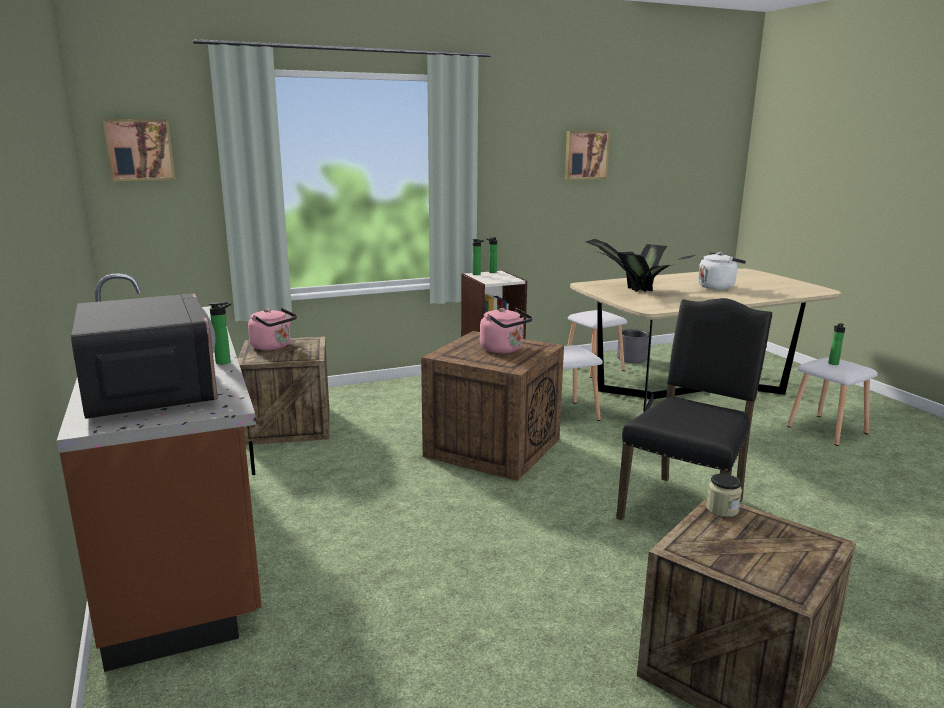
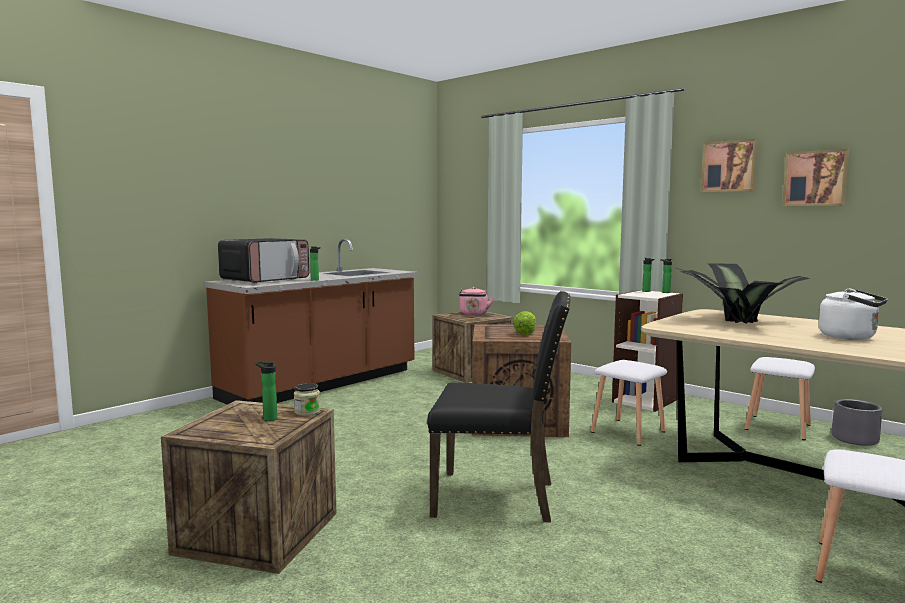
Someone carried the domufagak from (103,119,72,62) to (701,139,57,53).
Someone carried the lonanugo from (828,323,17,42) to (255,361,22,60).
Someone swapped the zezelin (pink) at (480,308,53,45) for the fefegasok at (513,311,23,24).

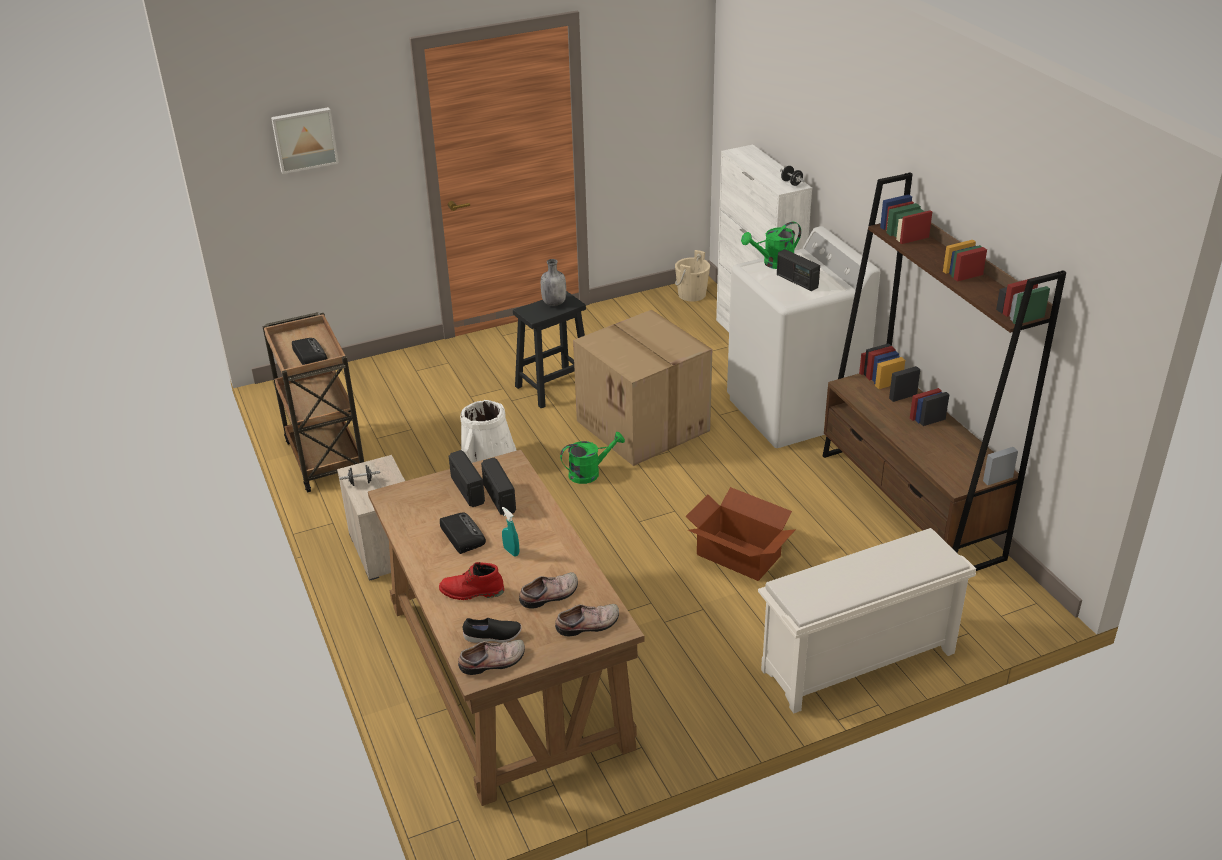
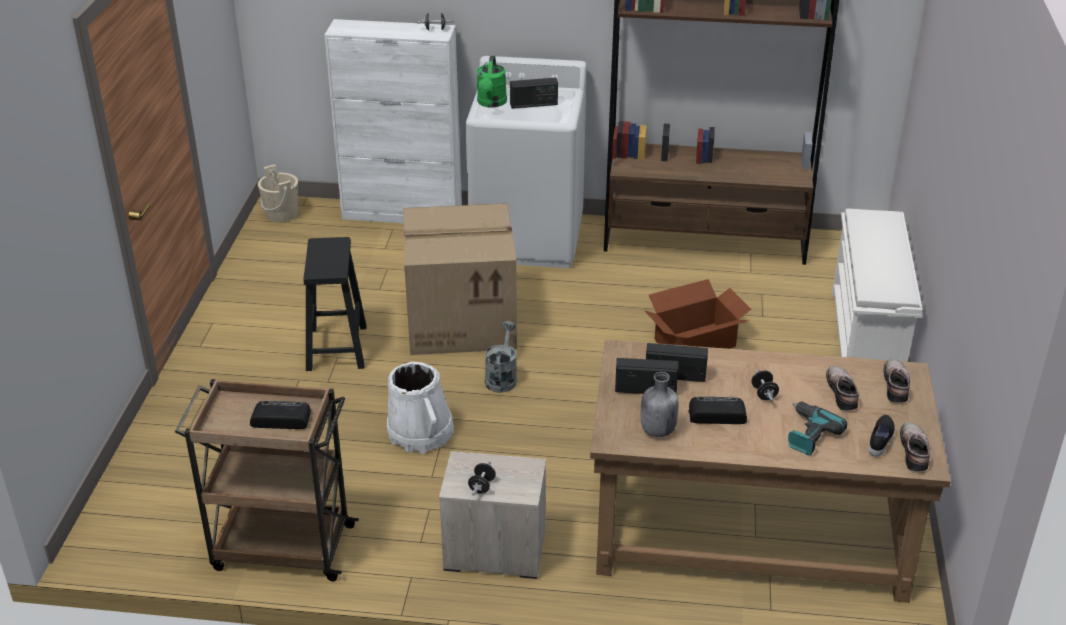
Someone took away the domufagak at (271,107,68,67).
Someone carried the lonanugo (grey) from (541,259,25,47) to (641,372,37,65).
Someone swapped the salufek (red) at (439,562,65,38) for the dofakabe at (788,402,59,53).
Someone swapped the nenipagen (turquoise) at (502,507,17,50) for the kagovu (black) at (751,370,28,32).
Someone repainted the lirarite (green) at (560,432,65,52), which became the lirarite (grey) at (485,321,32,72).

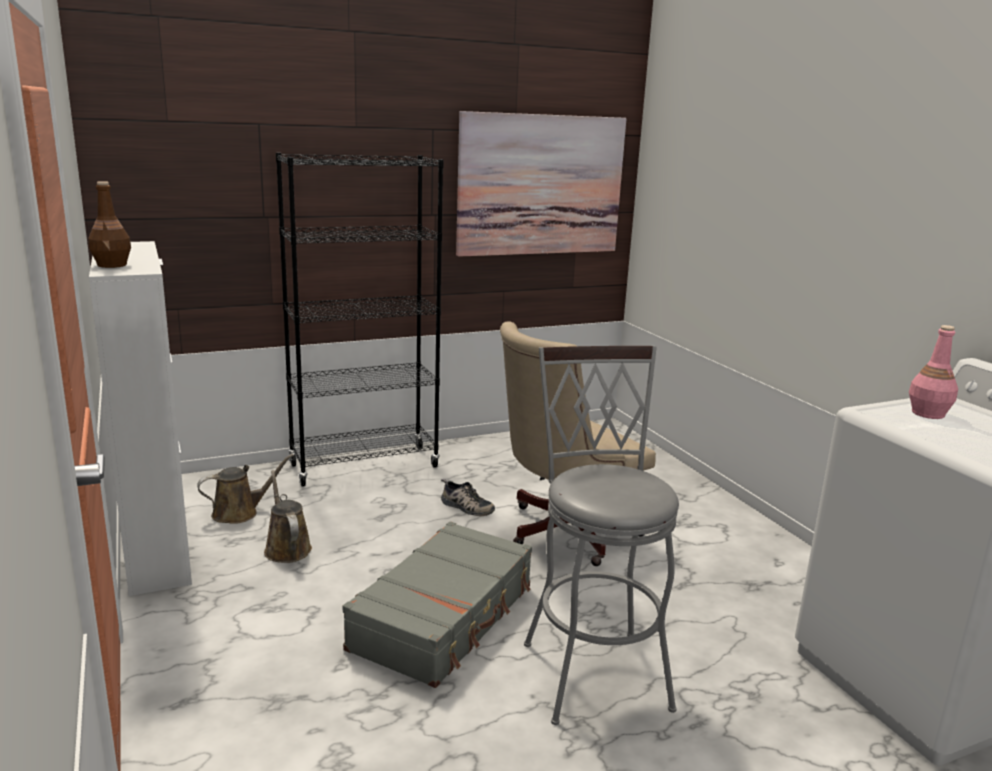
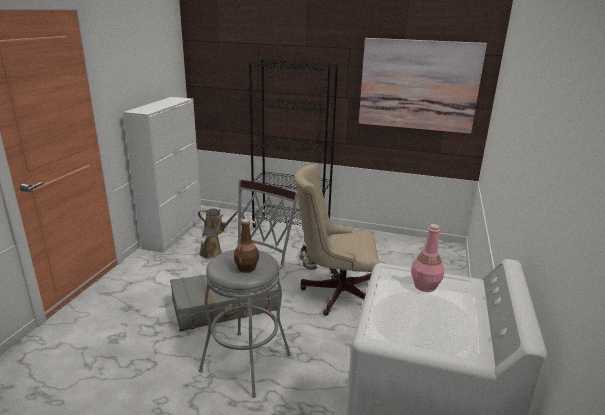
Someone carried the lonanugo (brown) from (88,181,43,87) to (234,219,25,54).

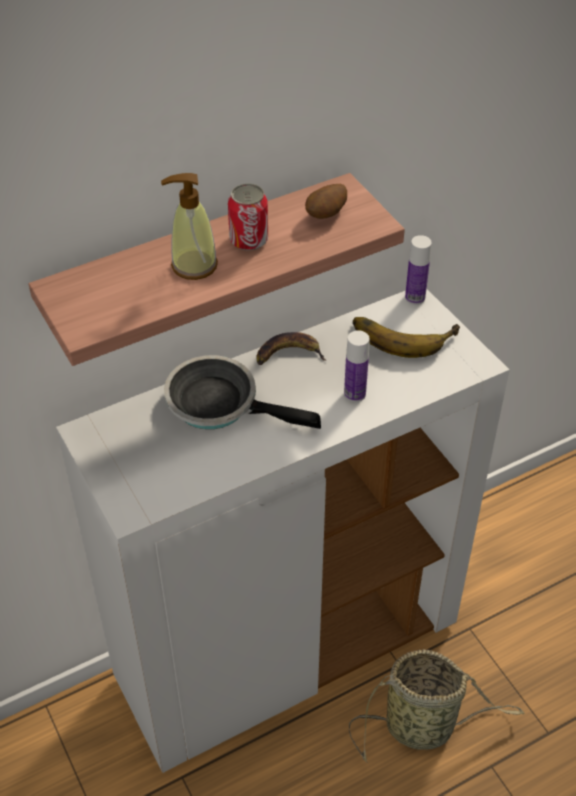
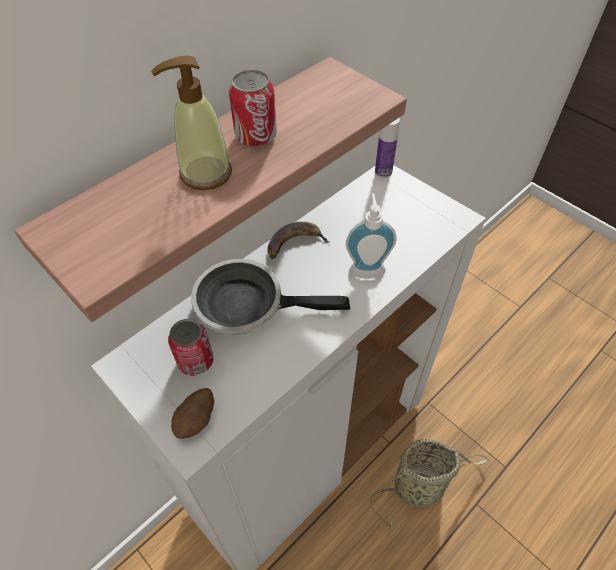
Someone took away the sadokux at (353,317,107,41).
Someone put down the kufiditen at (168,319,45,57).
Someone carried the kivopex from (305,184,42,35) to (171,388,43,51).
Someone swapped the lonanugo at (344,330,26,72) for the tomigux at (346,194,50,85).

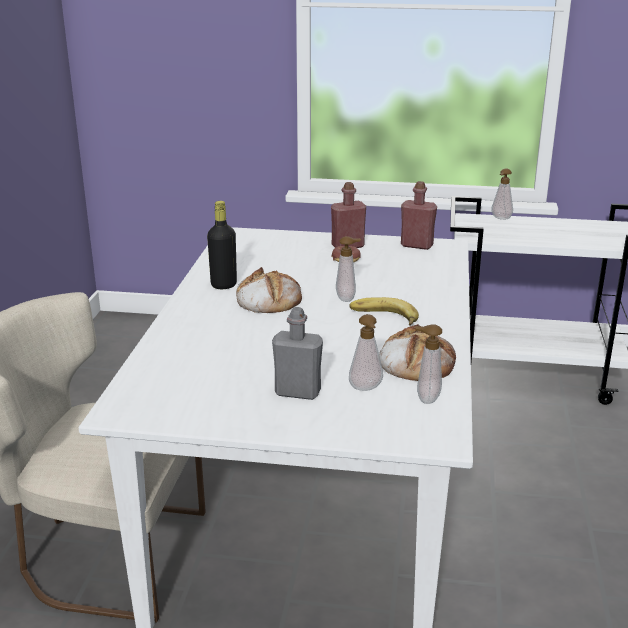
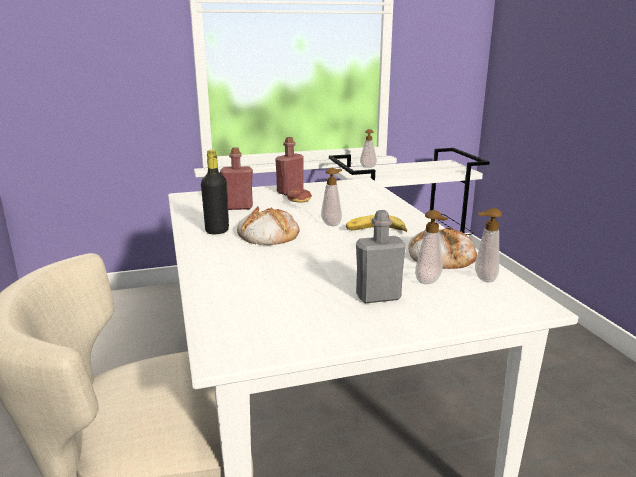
Someone carried the lonanugo (red) from (401,181,36,69) to (220,147,33,63).

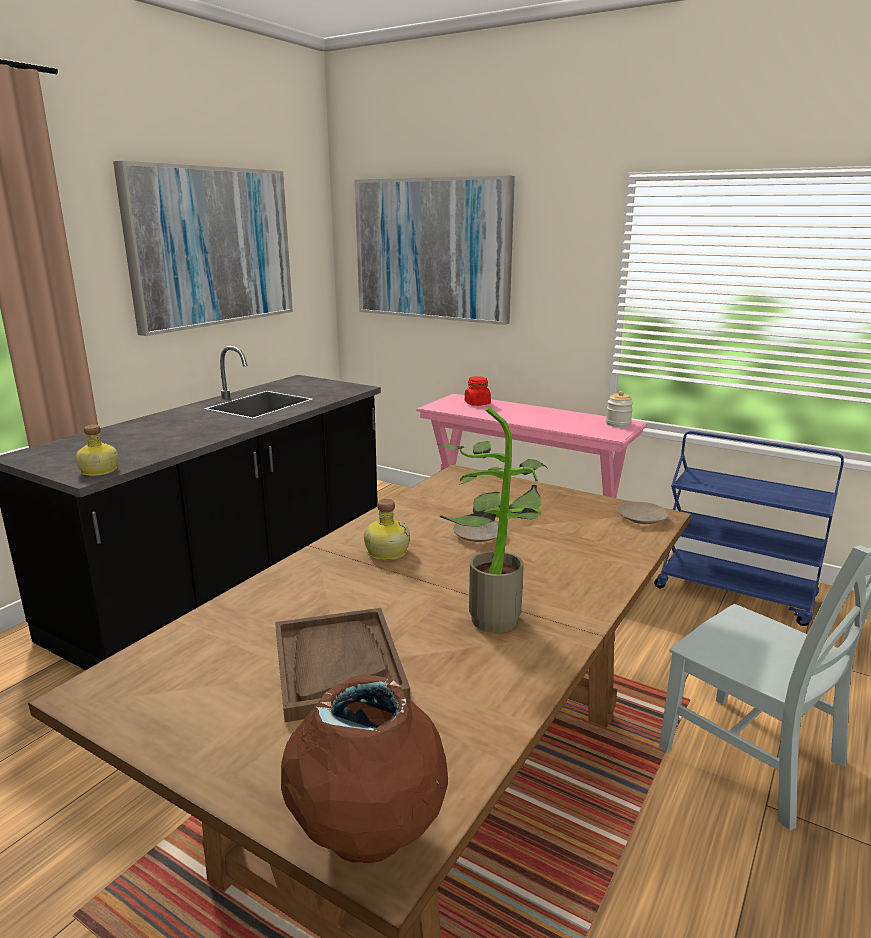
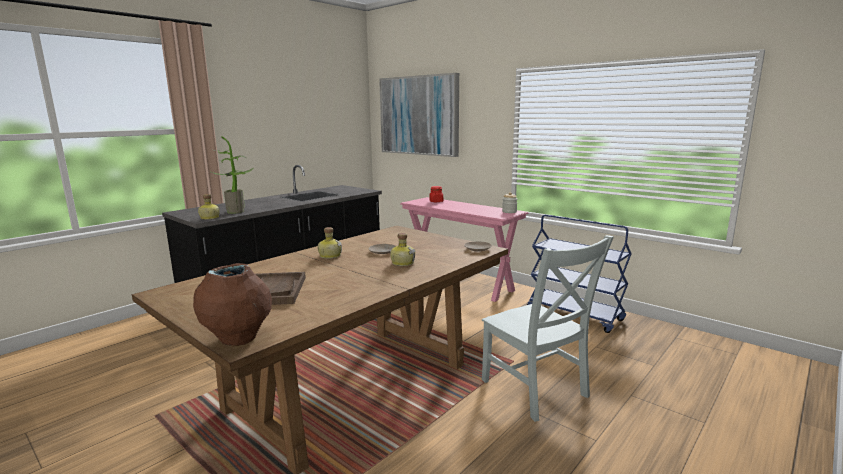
Someone took away the domufagak at (113,161,180,175).
Someone put down the lonanugo at (390,233,26,33).
Someone carried the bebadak from (437,407,111,226) to (211,136,42,78).

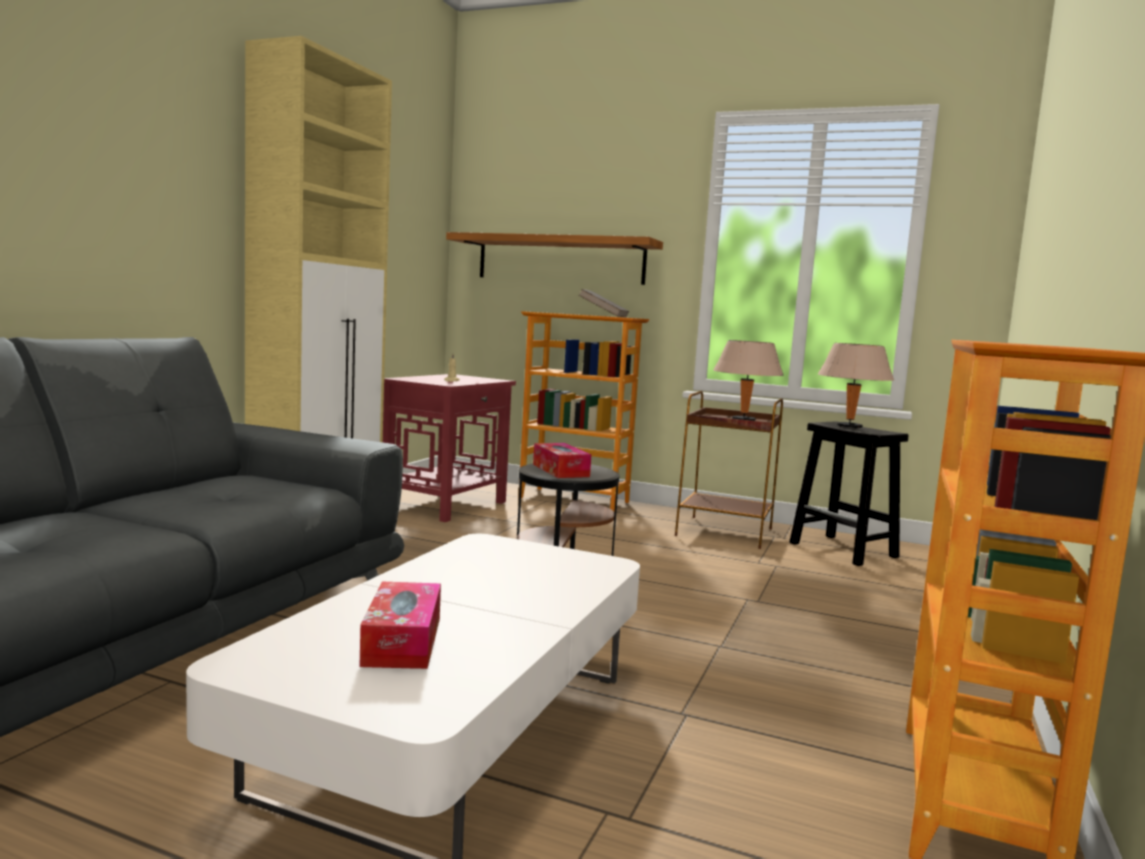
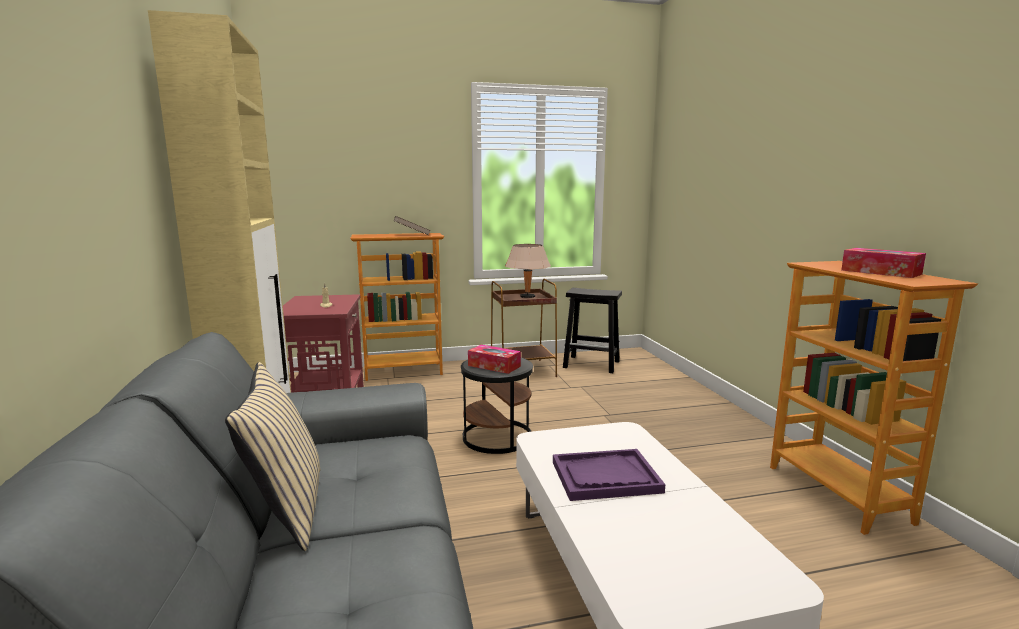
Someone took away the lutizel at (446,232,217,53).
Someone took away the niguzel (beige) at (818,343,76,86).
Someone put down the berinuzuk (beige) at (225,362,96,189).
Someone put down the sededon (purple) at (553,449,112,52).
Someone carried the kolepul from (359,582,82,87) to (841,248,85,30).

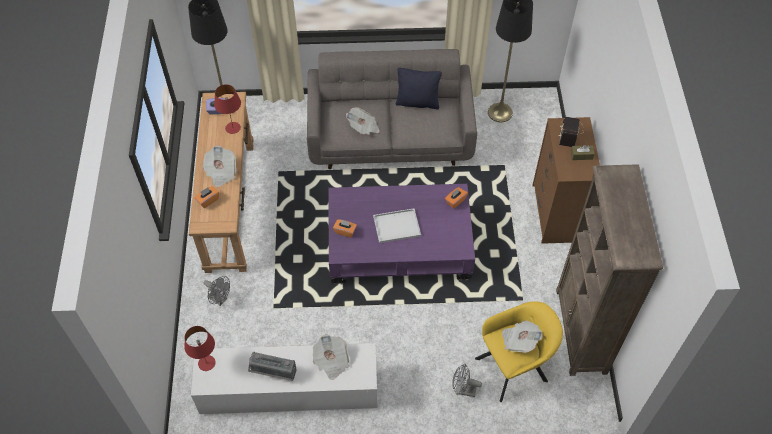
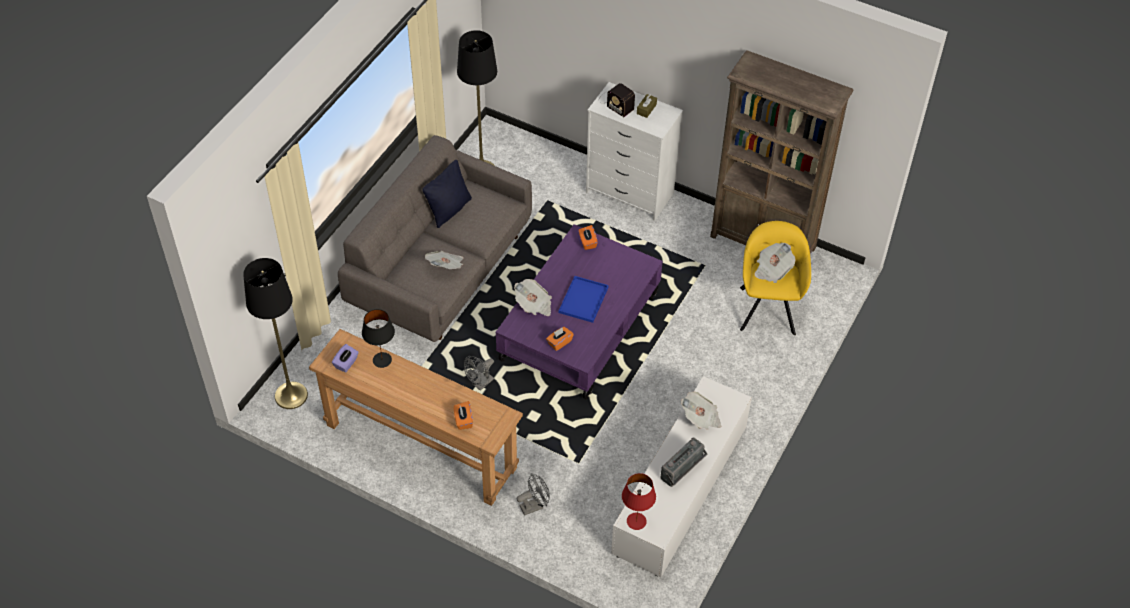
Someone carried the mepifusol from (203,146,33,41) to (514,279,38,37).
Someone carried the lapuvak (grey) from (452,364,30,33) to (464,356,30,35).
Someone repainted the niguzel (red) at (214,84,27,50), which became the niguzel (black) at (362,309,33,59).
Someone repainted the sededon (white) at (373,208,48,35), which became the sededon (blue) at (559,276,50,47).
Someone repainted the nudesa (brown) at (532,117,68,127), which became the nudesa (white) at (586,82,97,139).

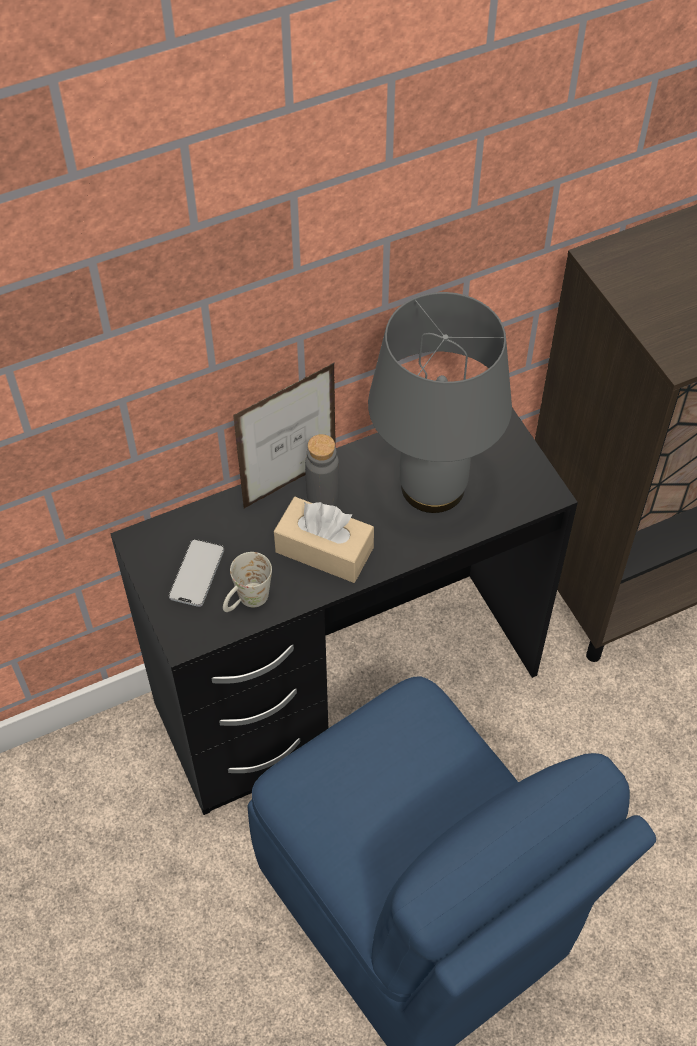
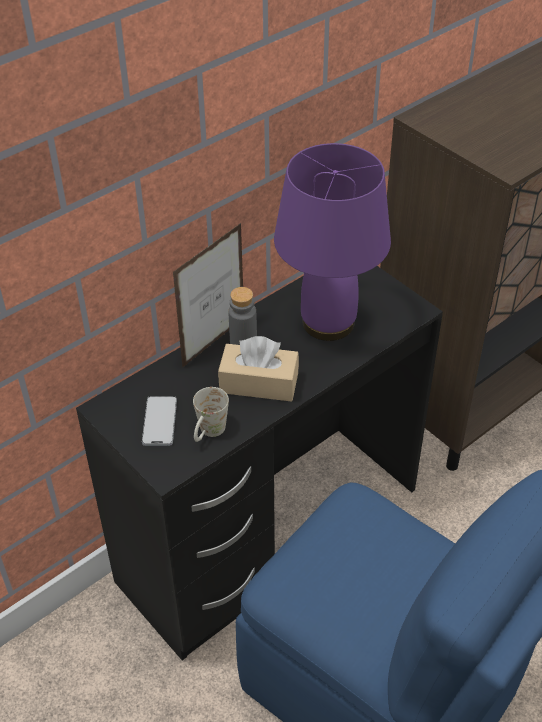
Someone repainted the niguzel (grey) at (368,292,144,221), which became the niguzel (purple) at (274,143,117,198).

